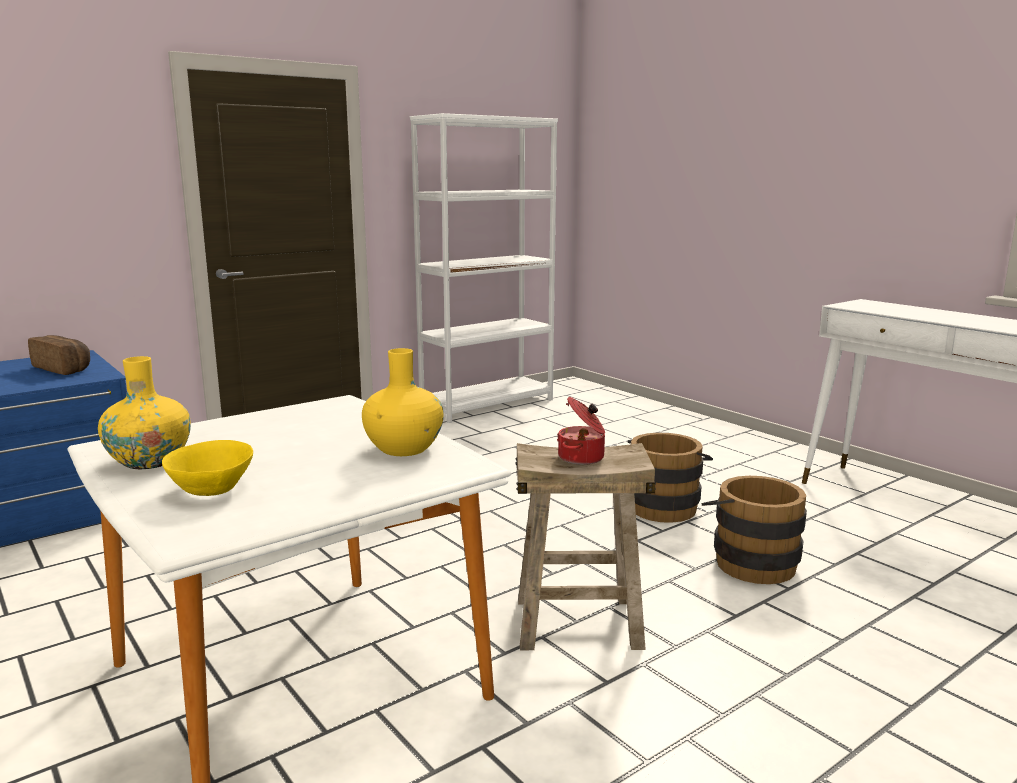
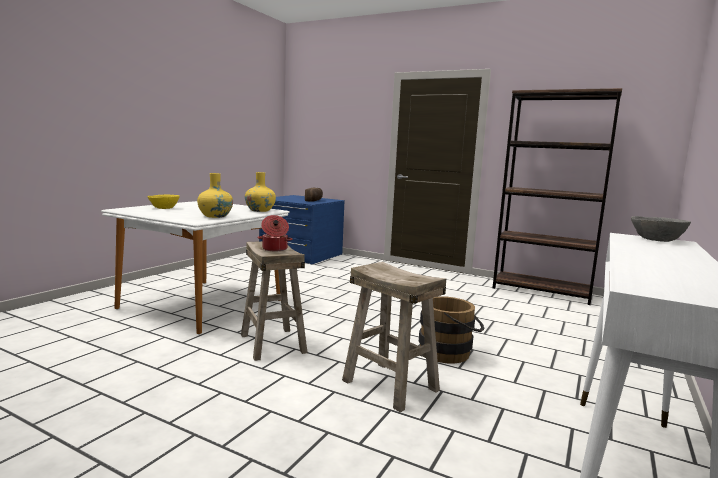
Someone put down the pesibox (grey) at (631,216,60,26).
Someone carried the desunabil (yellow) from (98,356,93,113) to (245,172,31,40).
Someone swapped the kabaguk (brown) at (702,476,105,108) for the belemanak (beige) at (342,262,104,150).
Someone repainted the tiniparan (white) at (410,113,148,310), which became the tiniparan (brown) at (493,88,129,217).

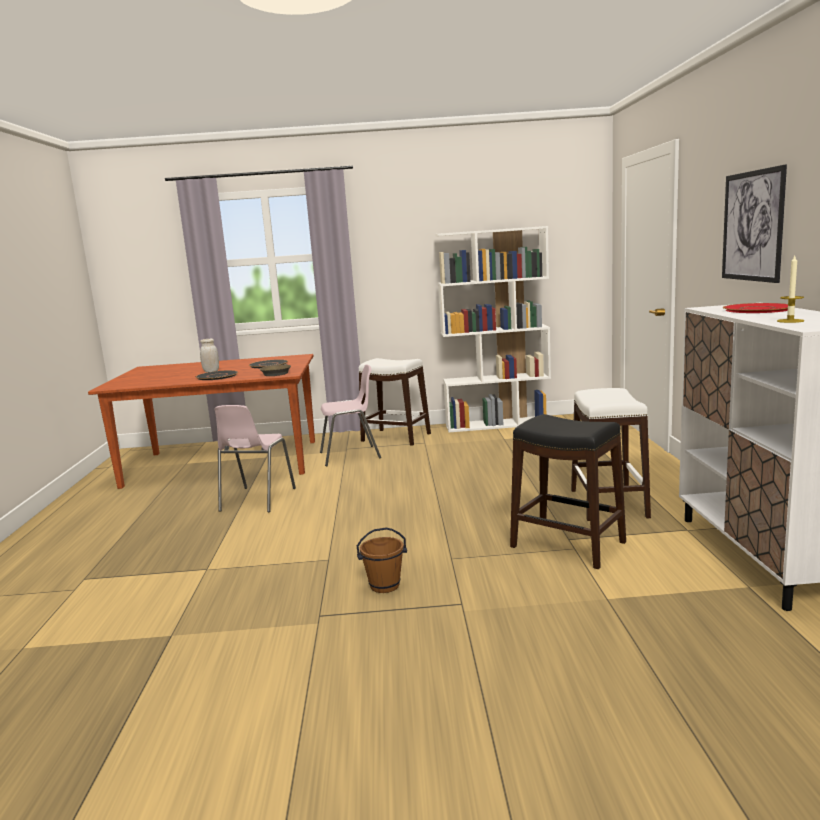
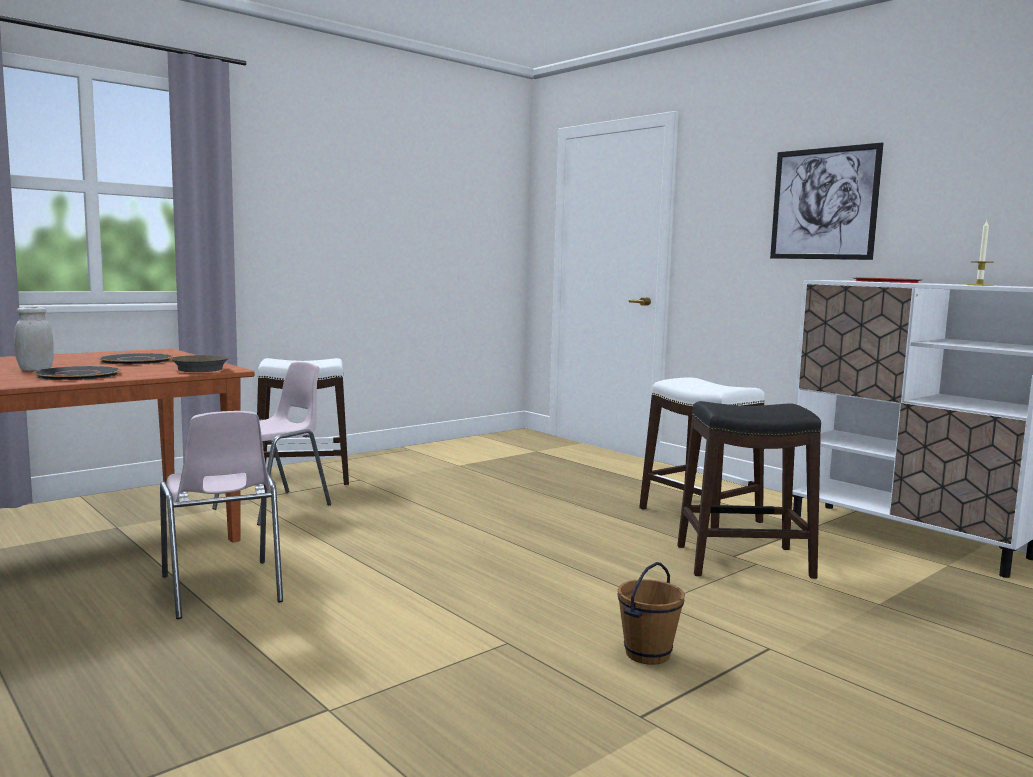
Someone took away the tiniparan (white) at (435,226,116,206).

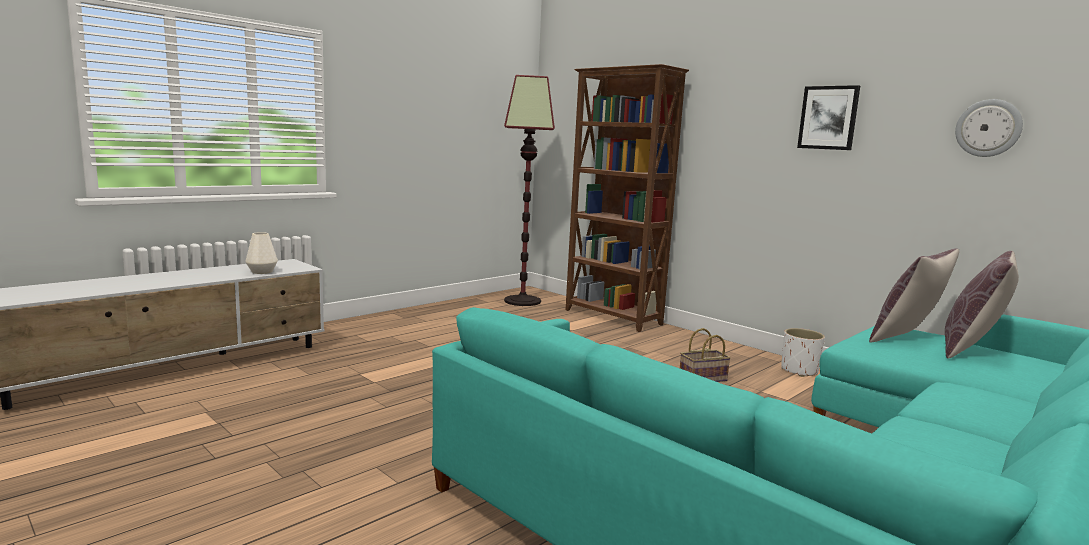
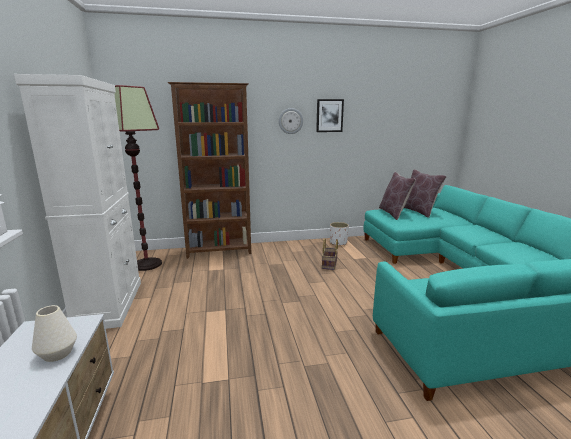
Someone put down the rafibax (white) at (14,74,127,255).
Someone carried the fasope from (955,99,68,58) to (279,108,24,26).

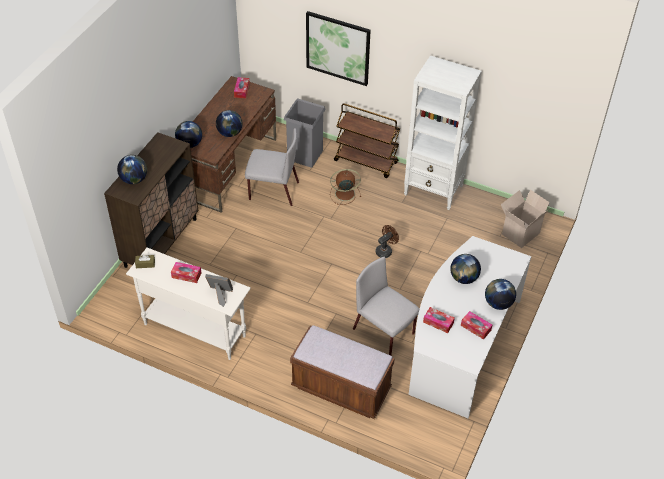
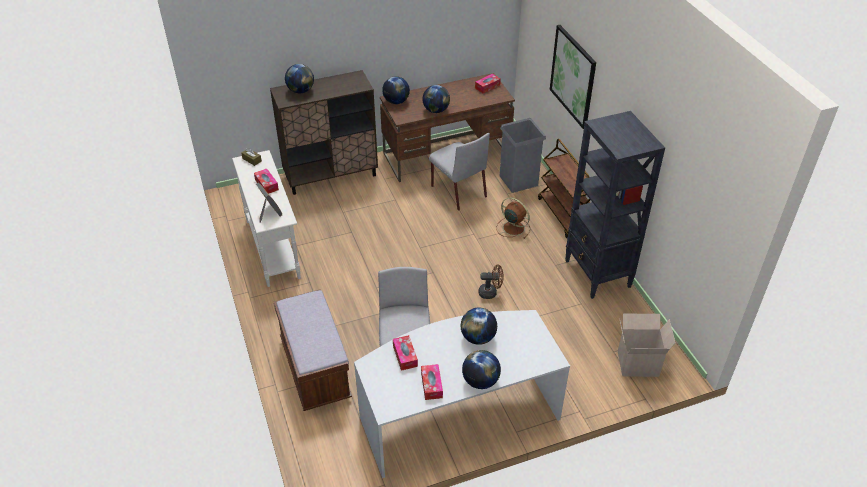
Someone repainted the tiniparan (white) at (404,56,78,154), which became the tiniparan (black) at (565,111,100,188).

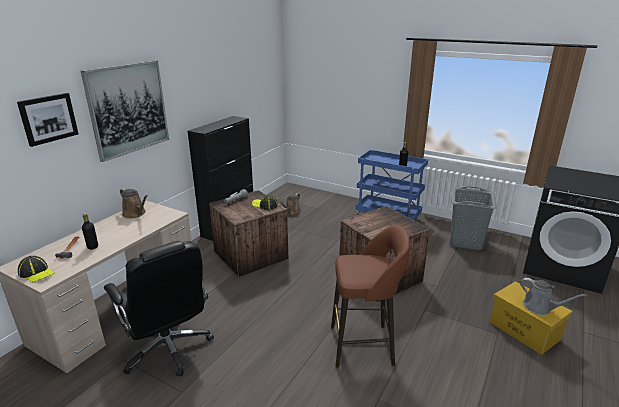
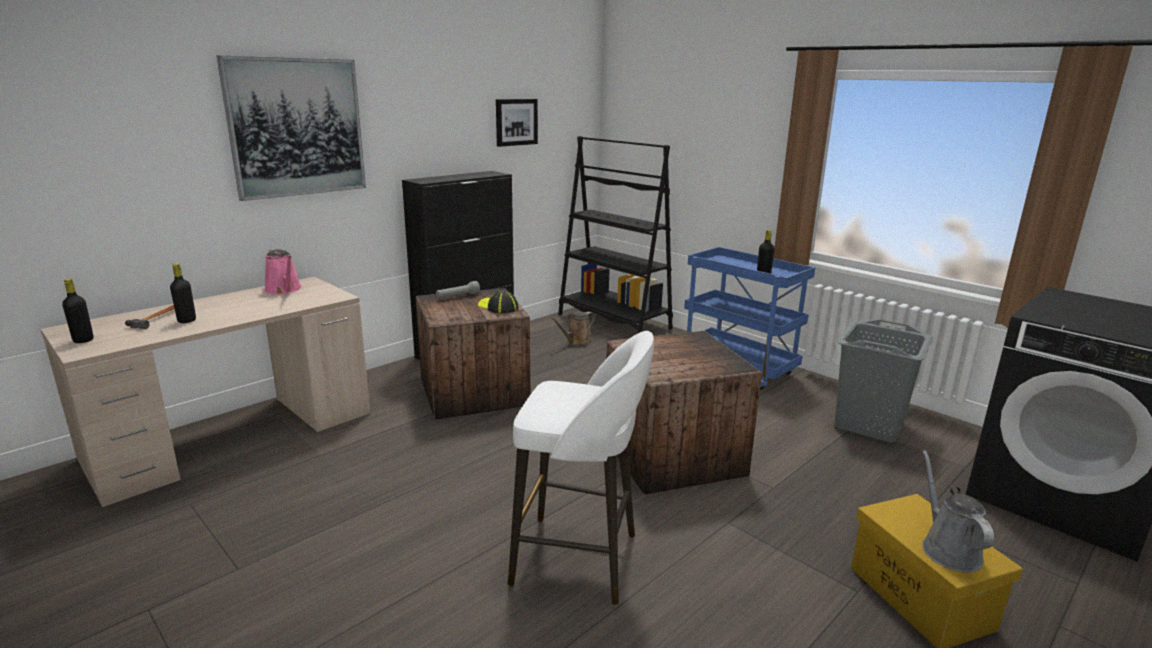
Someone took away the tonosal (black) at (104,241,110,136).
Someone put down the tiniparan (black) at (558,136,115,197).
Someone carried the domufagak from (17,93,62,54) to (496,99,42,48).
Someone swapped the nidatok at (18,256,36,27) for the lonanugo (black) at (62,278,32,65).
Someone repainted the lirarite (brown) at (120,188,28,30), which became the lirarite (pink) at (264,249,38,46).
Someone repainted the belemanak (brown) at (331,225,79,143), which became the belemanak (white) at (507,331,147,274).
Someone rotated the lirarite (grey) at (520,278,67,37) by 150 degrees counterclockwise.

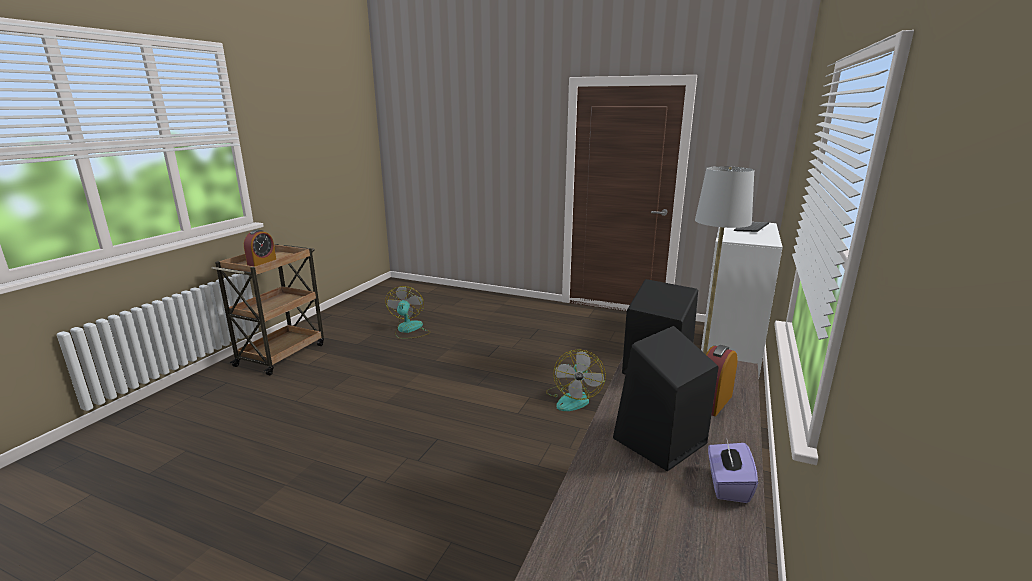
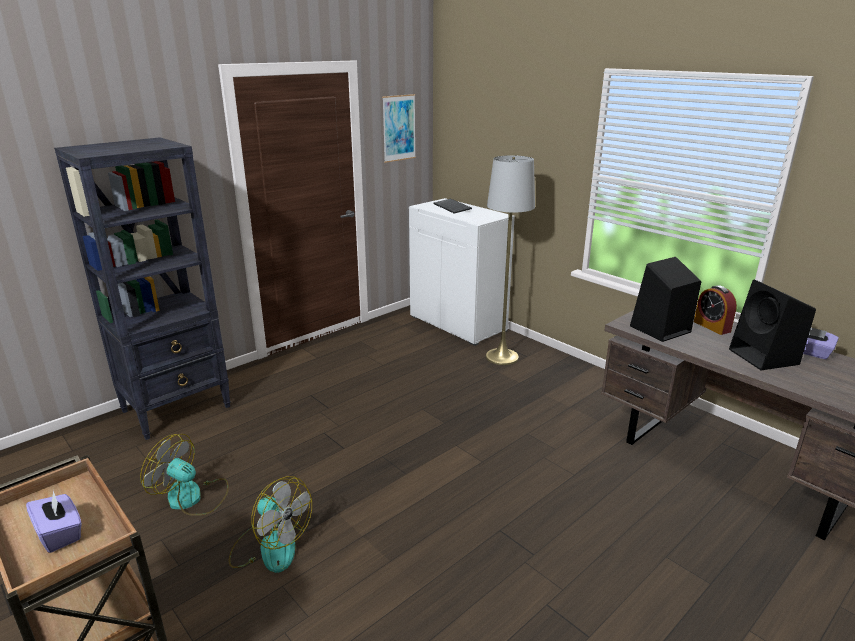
Someone put down the tiniparan (black) at (54,137,177,303).
Someone put up the domufagak at (382,94,34,69).
Someone carried the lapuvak from (546,349,60,62) to (229,476,83,97).
Someone swapped the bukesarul at (244,230,32,37) for the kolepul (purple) at (26,490,56,63).

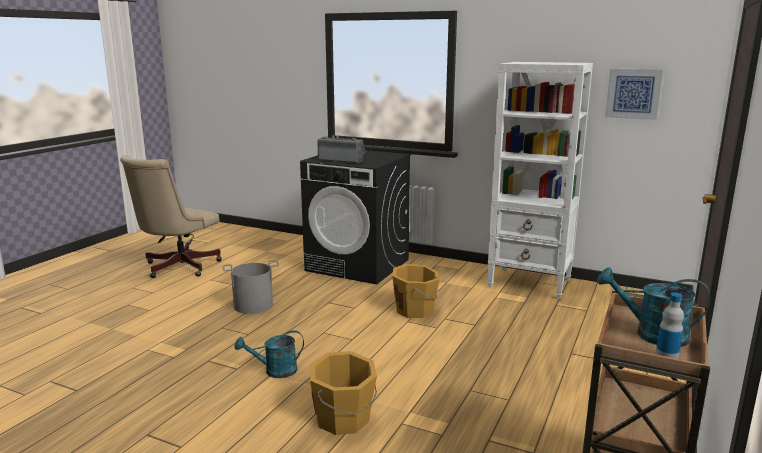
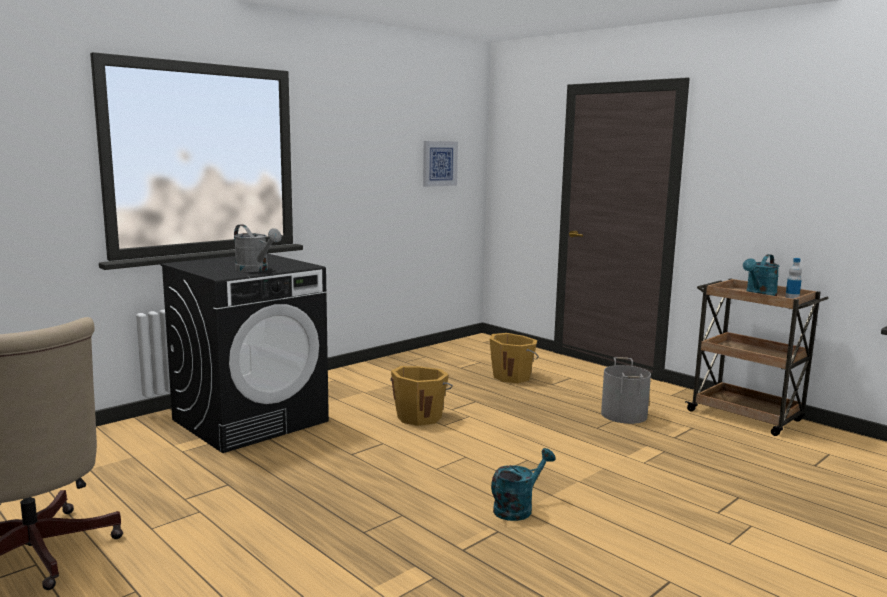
Someone took away the tiniparan (white) at (487,62,106,238).
Someone carried the kabaguk (grey) from (223,260,56,54) to (601,357,50,67).
Someone carried the kabaguk (orange) from (310,351,67,84) to (490,333,49,50).
Someone swapped the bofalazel at (317,136,49,28) for the lirarite (grey) at (234,224,48,48).
Someone rotated the lirarite (turquoise) at (235,330,69,48) by 135 degrees counterclockwise.

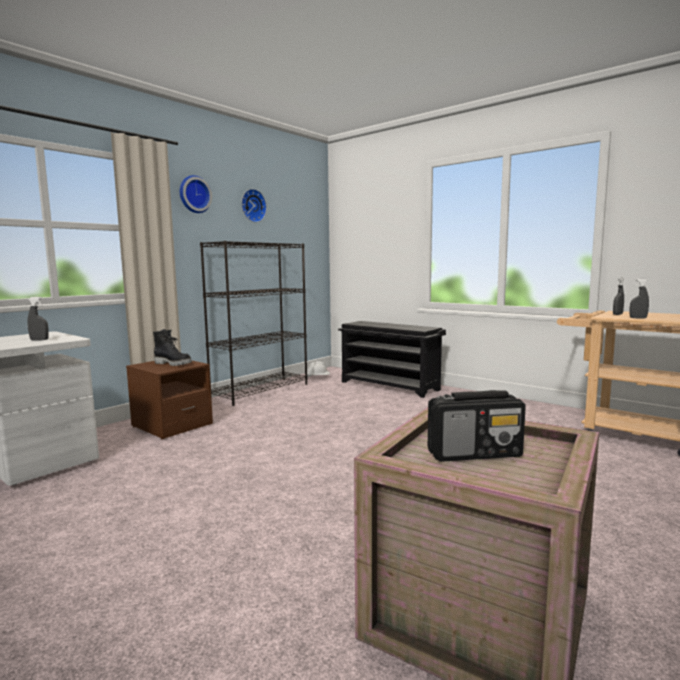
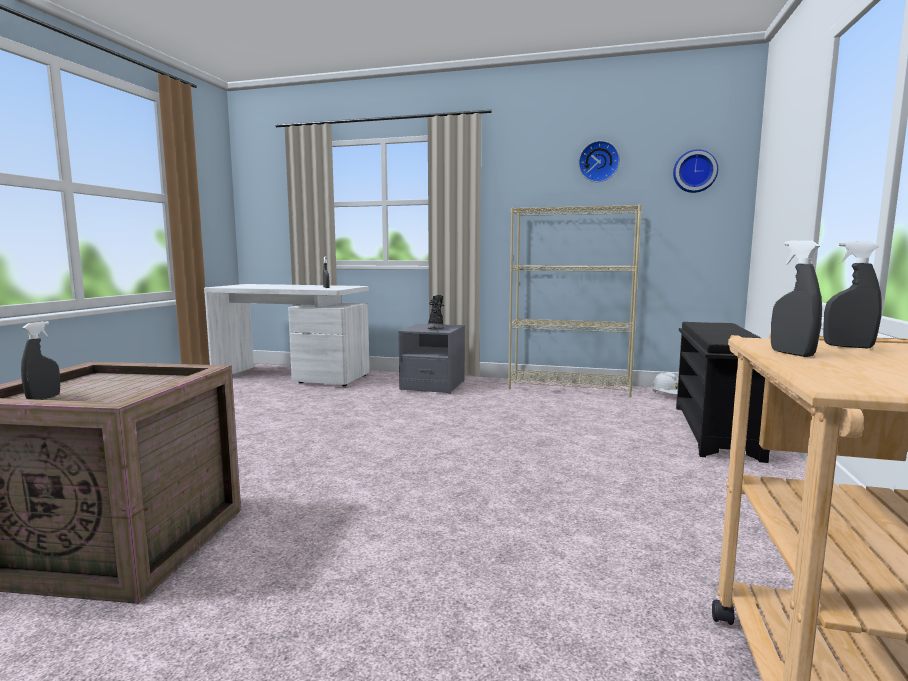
Someone took away the bofalazel at (428,390,98,72).
Someone put down the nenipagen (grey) at (21,321,39,79).
Someone carried the fasope from (180,175,32,38) to (673,149,45,44).
Someone repainted the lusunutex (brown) at (126,361,87,79), which became the lusunutex (grey) at (398,324,67,70).
Someone repainted the tiniparan (black) at (200,241,108,165), which became the tiniparan (beige) at (508,205,134,192).

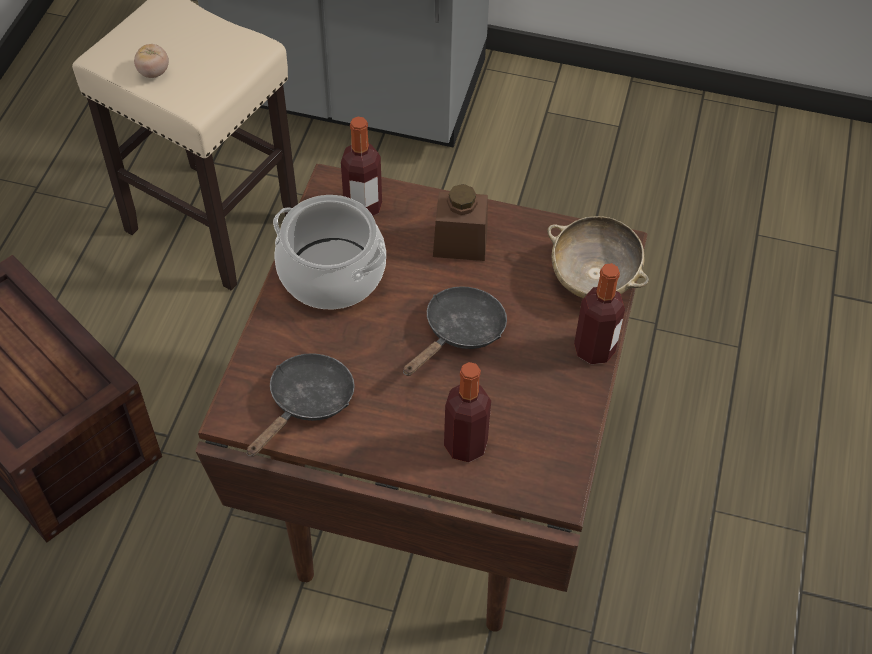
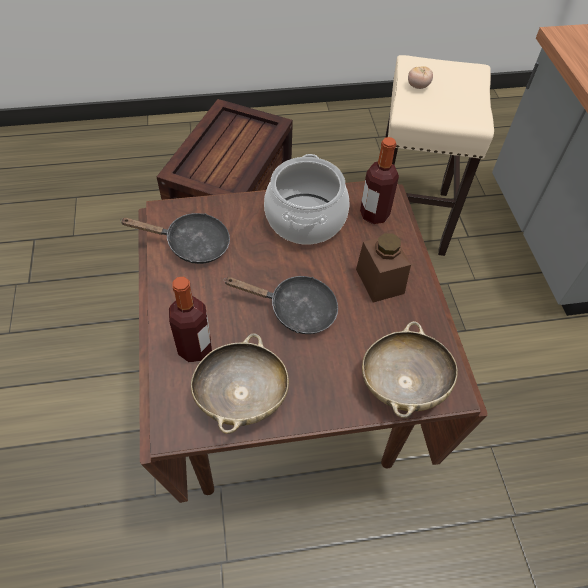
Someone took away the lonanugo at (574,263,51,101).
Someone put down the pesibox (beige) at (191,333,98,101).

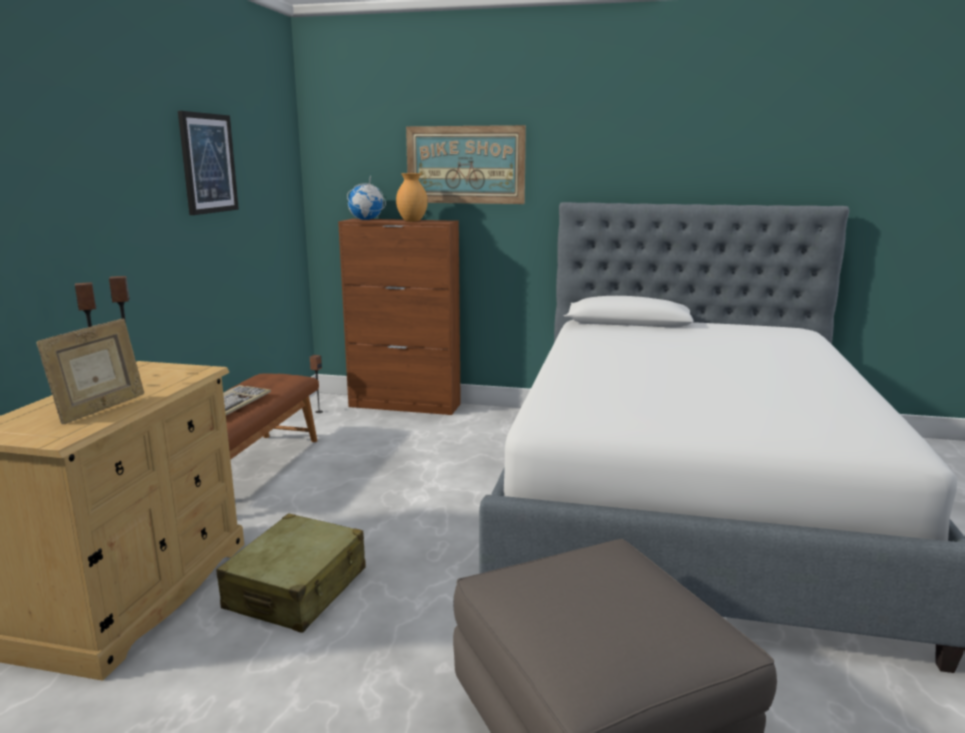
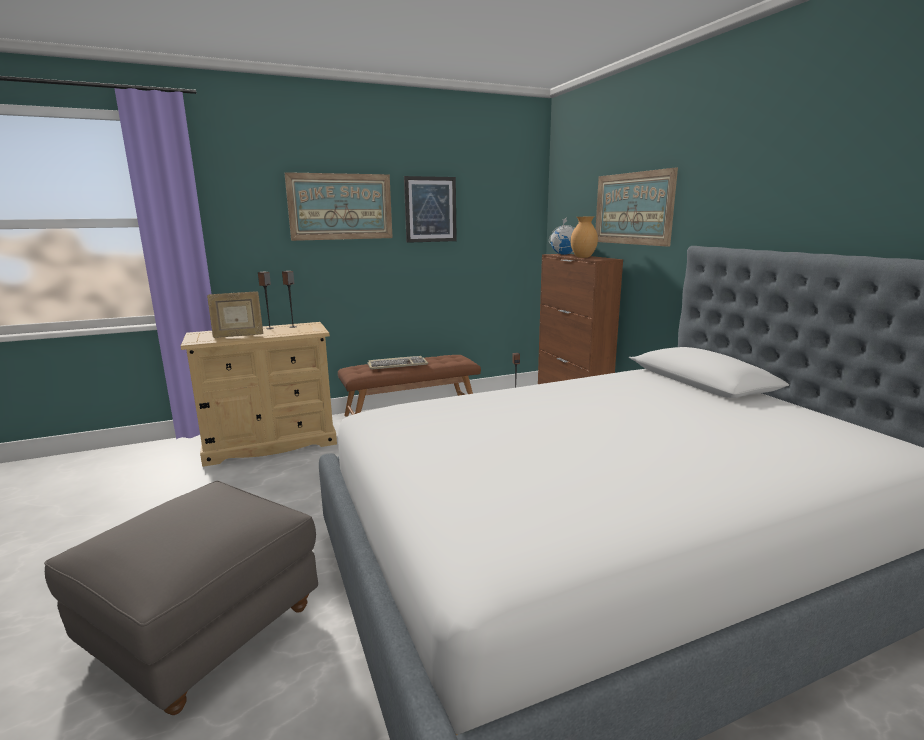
Someone took away the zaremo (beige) at (216,514,150,119).
Someone put up the domufagak at (284,172,109,69).

